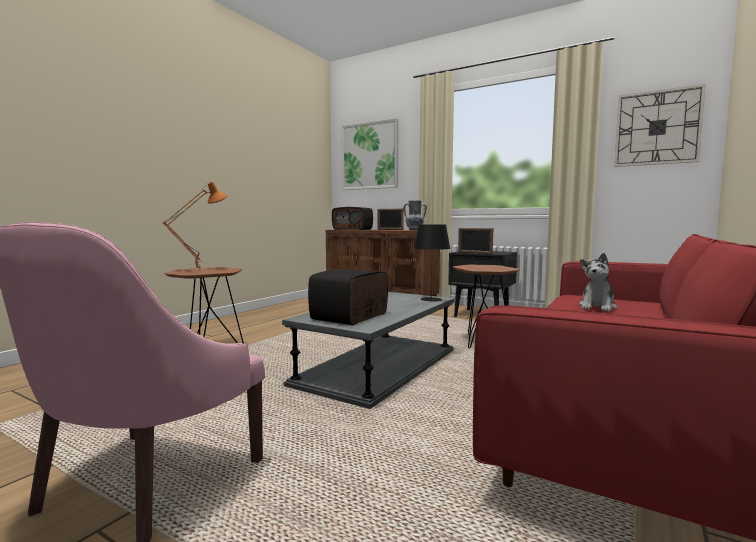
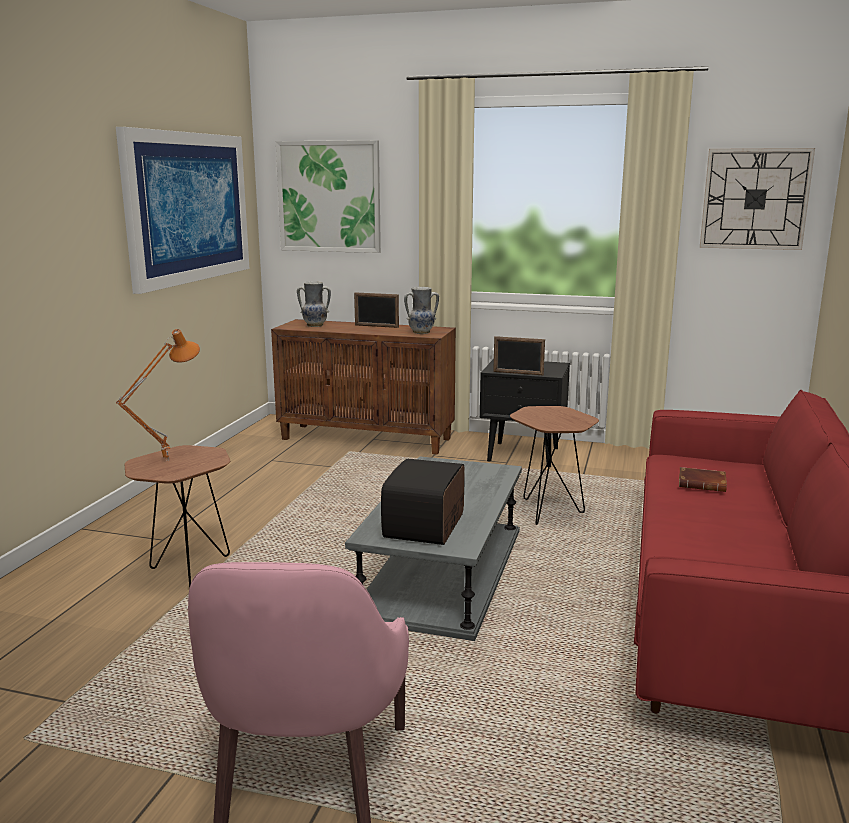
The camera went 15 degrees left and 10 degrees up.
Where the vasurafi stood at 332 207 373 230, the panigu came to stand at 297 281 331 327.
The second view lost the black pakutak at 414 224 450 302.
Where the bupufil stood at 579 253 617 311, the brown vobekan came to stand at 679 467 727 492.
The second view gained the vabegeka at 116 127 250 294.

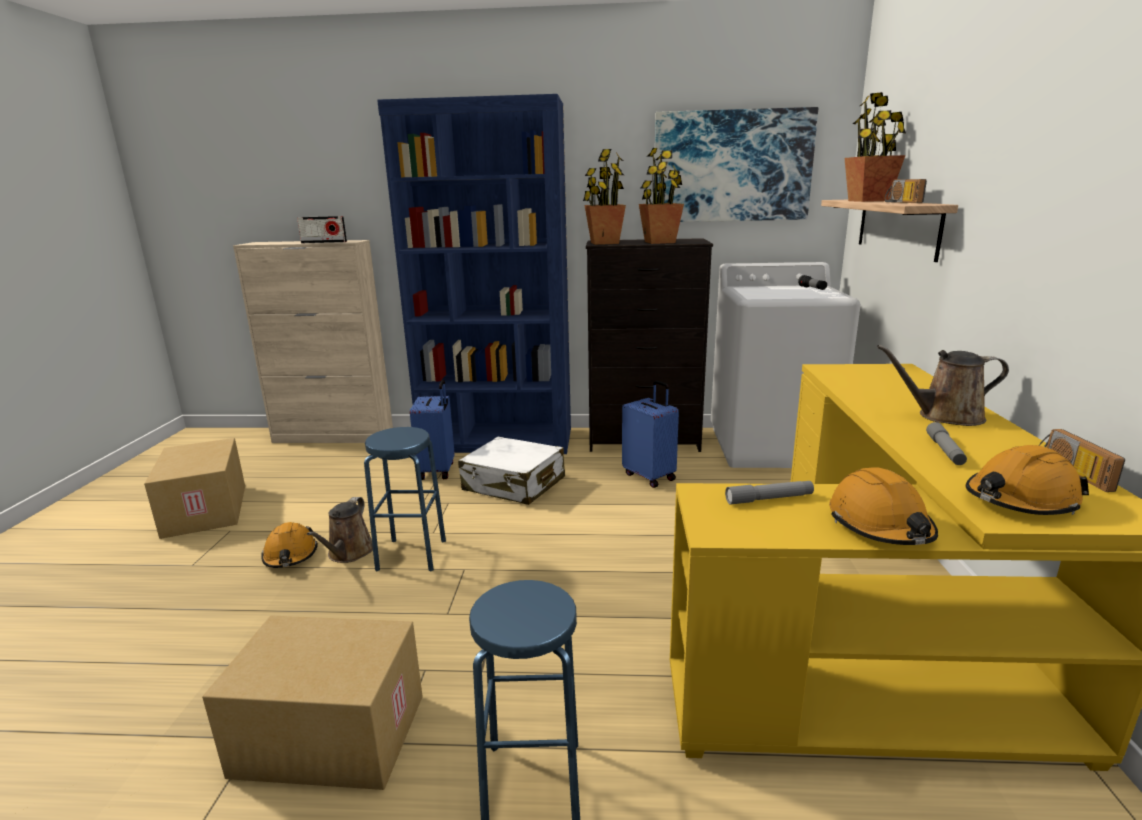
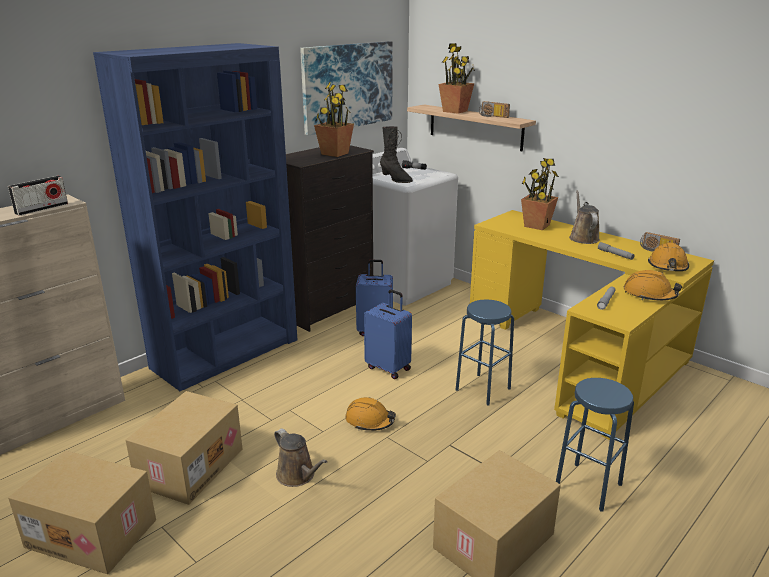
The camera went 50 degrees left and 5 degrees up.
The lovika ended up elsewhere, having gone from 583 149 626 245 to 521 158 559 230.
The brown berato at 877 345 1009 426 ended up facing another way, 135 degrees clockwise from before.
The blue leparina ended up elsewhere, having gone from 410 380 455 480 to 364 290 412 379.
The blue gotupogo ended up elsewhere, having gone from 364 427 446 572 to 455 300 514 405.
The second view lost the white leparina at 458 437 565 505.
The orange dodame ended up elsewhere, having gone from 261 522 318 568 to 345 397 396 431.
The second view gained the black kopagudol at 380 126 413 183.
The second view gained the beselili at 125 391 242 505.

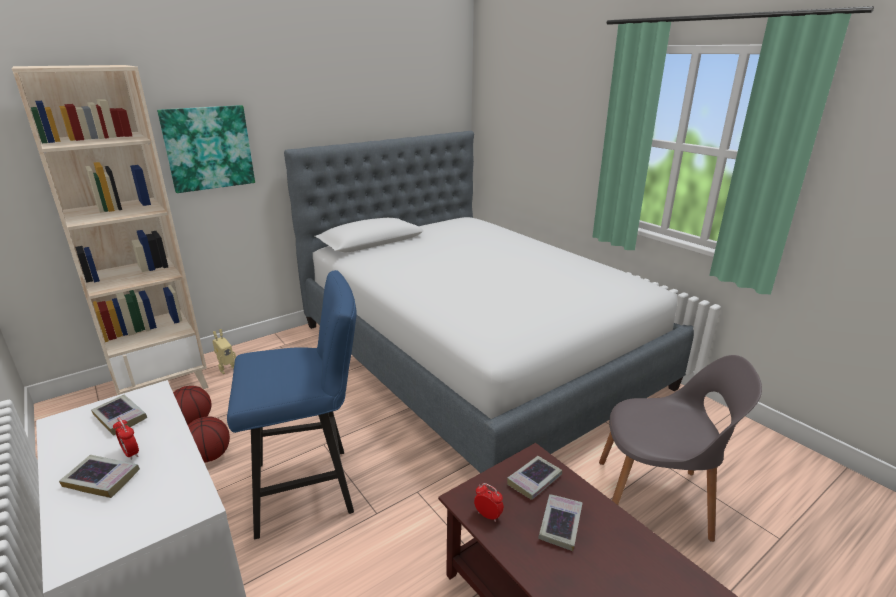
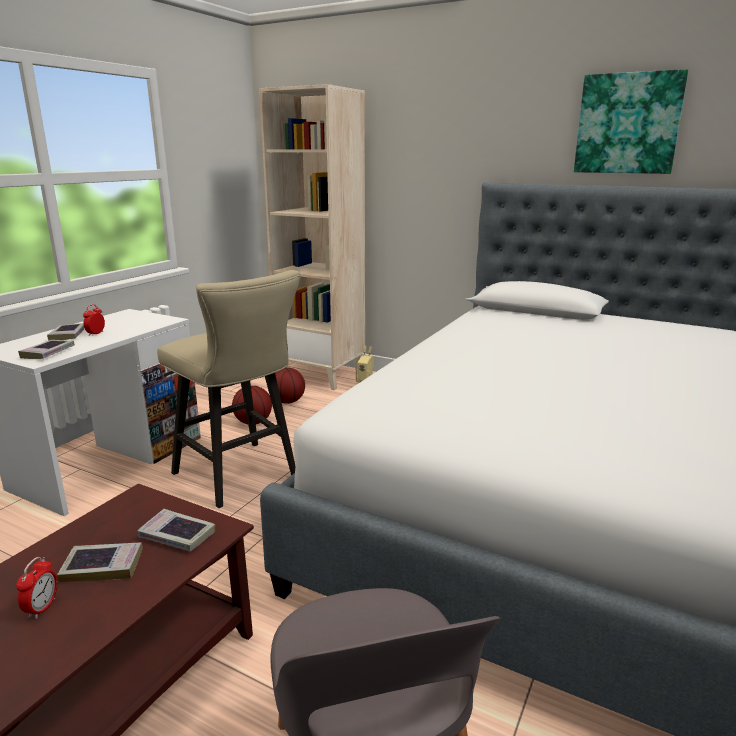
The camera went 65 degrees right and 5 degrees down.
The vabegeka ended up elsewhere, having gone from 157 105 255 193 to 574 69 688 174.
What was the blue gotupogo at 227 270 357 539 turned into the beige gotupogo at 157 270 301 508.
The vobekan ended up elsewhere, having gone from 91 395 147 436 to 18 340 75 359.
The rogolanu ended up elsewhere, having gone from 474 483 504 522 to 16 557 58 619.

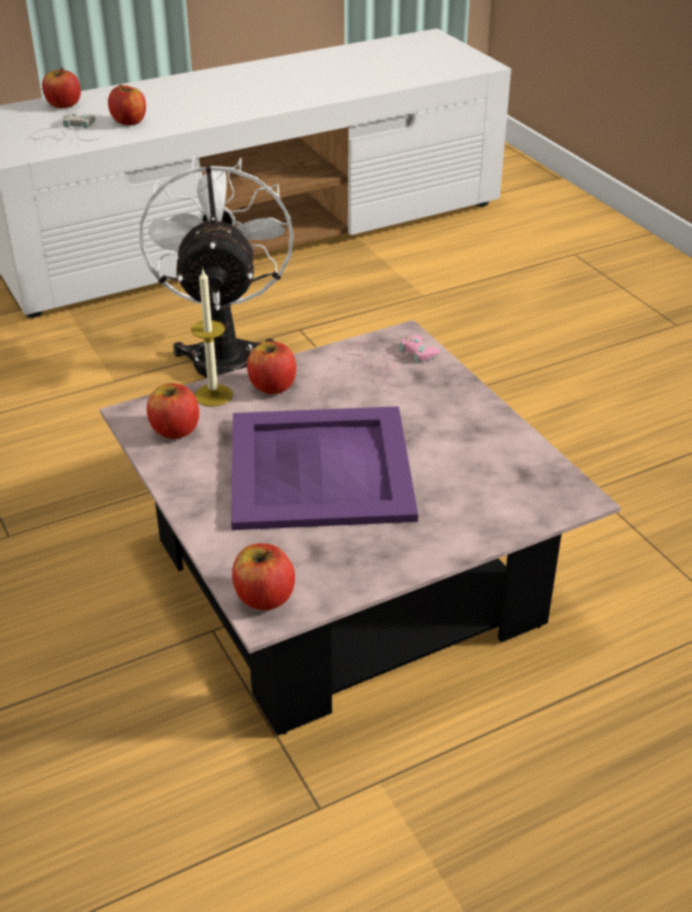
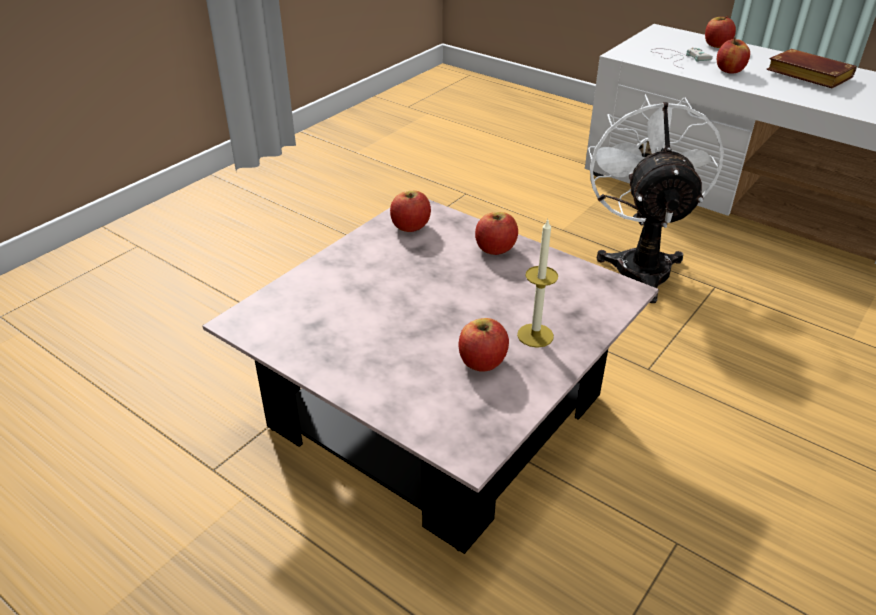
The camera went 65 degrees right and 0 degrees up.
The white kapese at 140 156 293 378 ended up facing another way, 60 degrees counterclockwise from before.
The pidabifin ended up elsewhere, having gone from 191 268 233 407 to 517 220 558 348.
The second view lost the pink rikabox at 344 335 440 387.
The second view lost the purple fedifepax at 231 406 418 530.
The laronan ended up elsewhere, having gone from 232 543 295 610 to 459 318 509 372.
The second view gained the brown vobekan at 766 49 857 88.

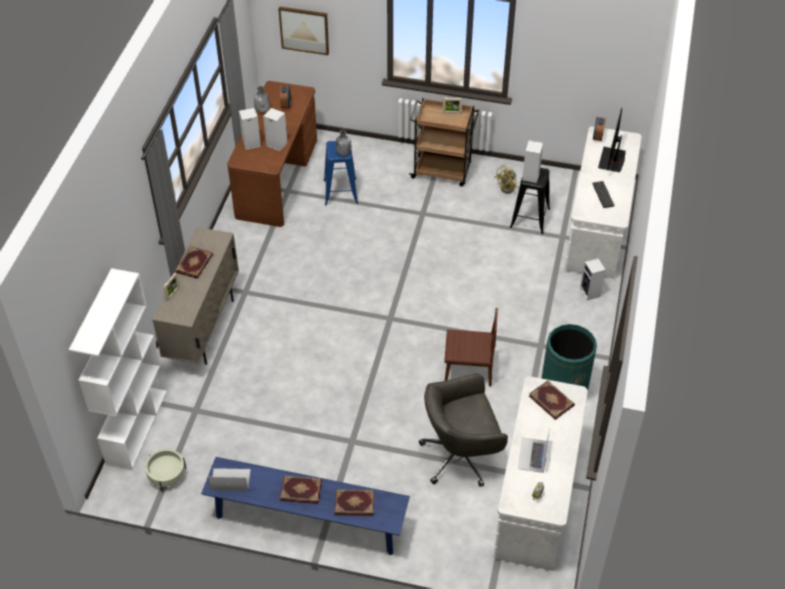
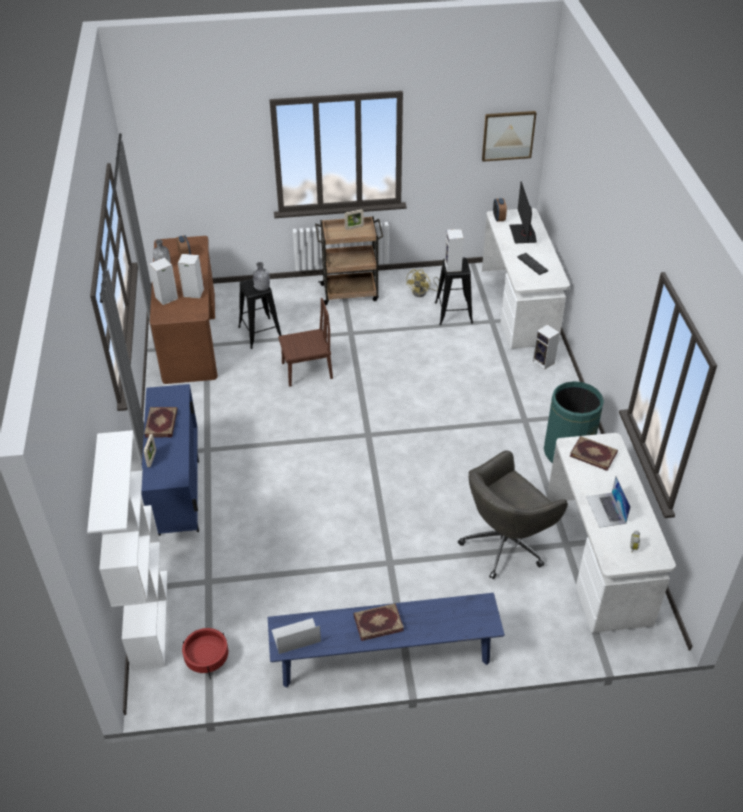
The camera went 20 degrees left and 5 degrees down.
The vabegeka ended up elsewhere, having gone from 278 6 329 55 to 482 111 536 162.
What was the blue gotupogo at 324 141 358 205 turned into the black gotupogo at 238 278 282 349.
What was the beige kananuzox at 152 227 239 365 turned into the blue kananuzox at 141 384 199 536.
The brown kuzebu ended up elsewhere, having gone from 444 308 498 387 to 278 298 333 387.
What was the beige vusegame at 145 449 186 492 turned into the red vusegame at 182 628 228 679.
The second view lost the vobekan at 334 489 374 516.

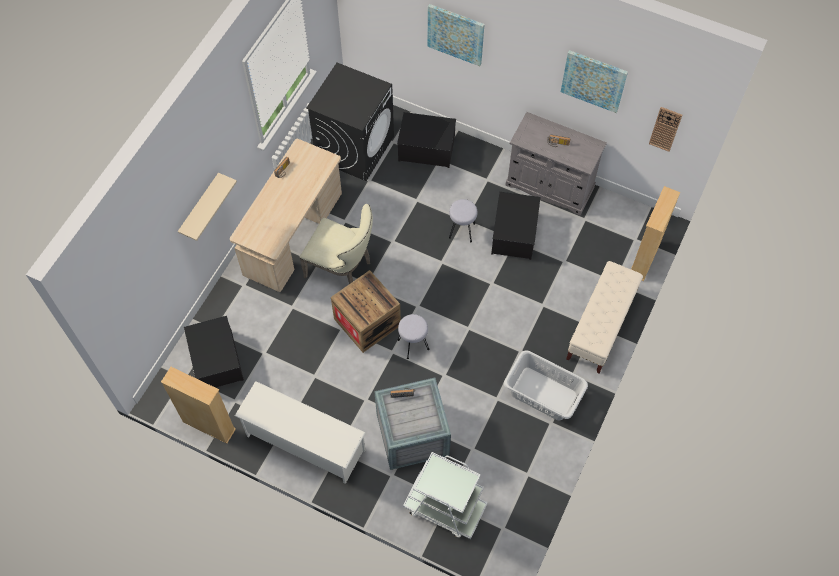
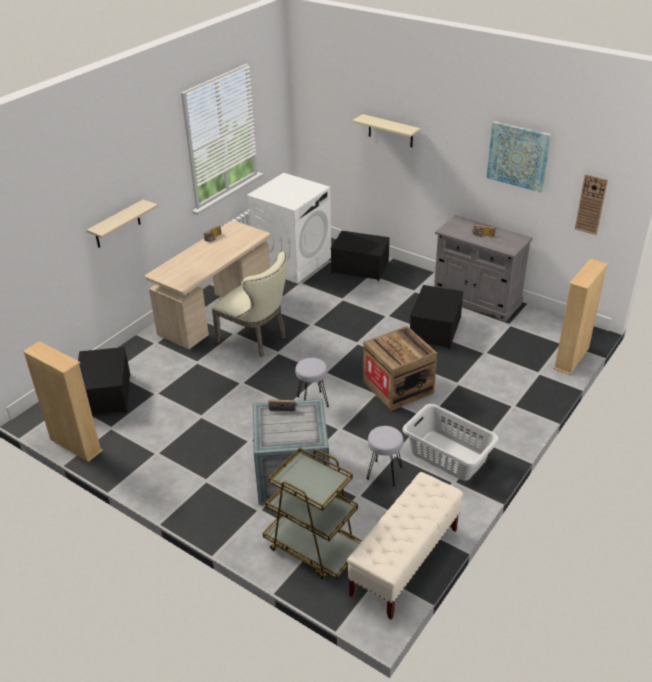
The camera went 10 degrees right and 25 degrees down.
Where the vabegeka hung at 427 4 485 66, the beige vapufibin came to hang at 352 114 420 147.
What was the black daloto at 306 63 394 181 turned into the white daloto at 247 173 331 284.
The grey gotupogo ended up elsewhere, having gone from 449 199 478 242 to 366 426 404 486.
The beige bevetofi ended up elsewhere, having gone from 566 261 643 374 to 347 472 463 620.
The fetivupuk ended up elsewhere, having gone from 331 270 401 353 to 363 326 437 411.
The second view lost the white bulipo at 235 381 366 484.
What was the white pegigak at 403 452 488 539 turned into the brown pegigak at 263 447 362 579.

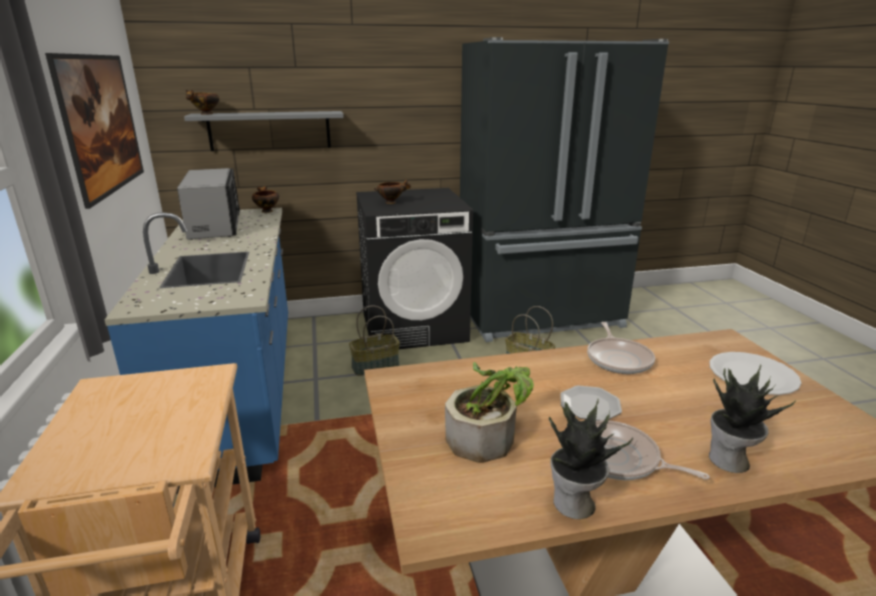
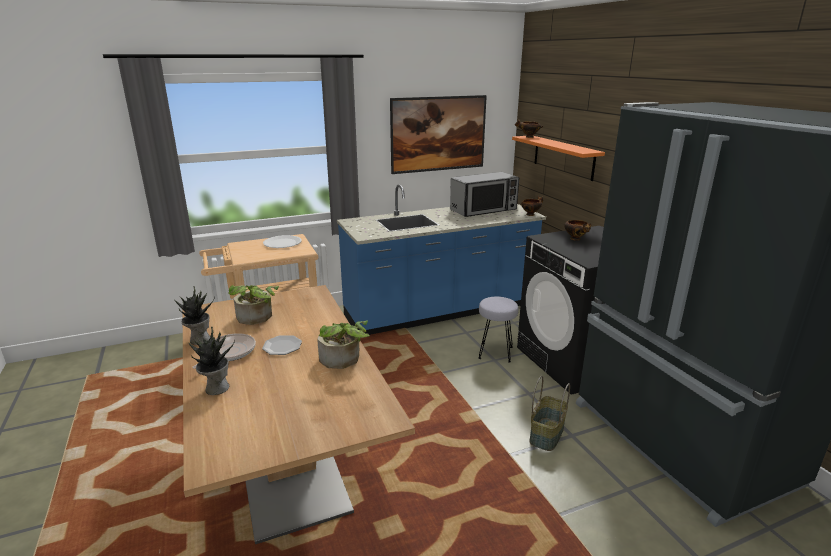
The camera went 80 degrees right and 0 degrees up.
What was the grey vapufibin at 184 111 344 151 turned into the orange vapufibin at 512 136 605 181.
Where the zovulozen stood at 349 305 400 376, the grey gotupogo came to stand at 478 297 518 363.
Where the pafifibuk stood at 587 322 655 374, the lovika came to stand at 317 320 370 369.
The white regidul ended up elsewhere, having gone from 710 352 801 395 to 263 235 302 248.

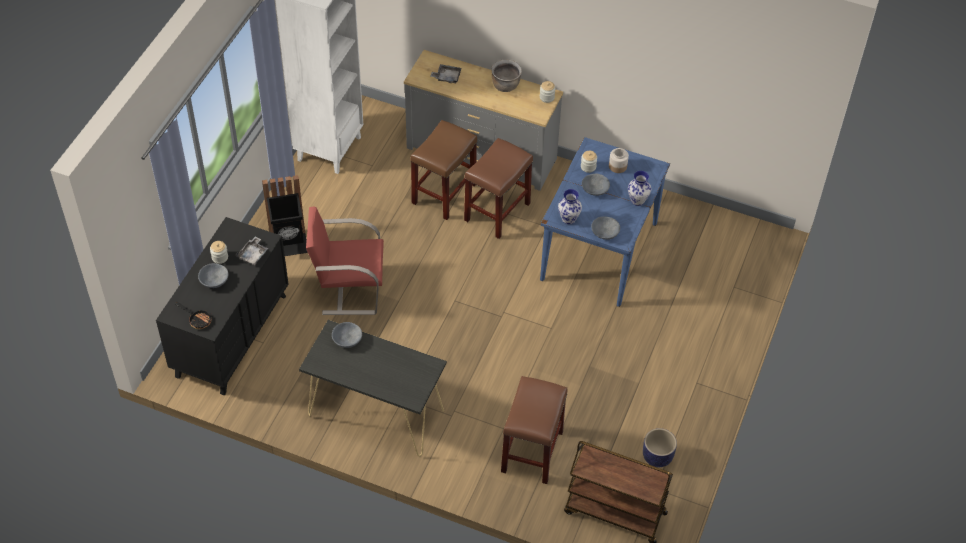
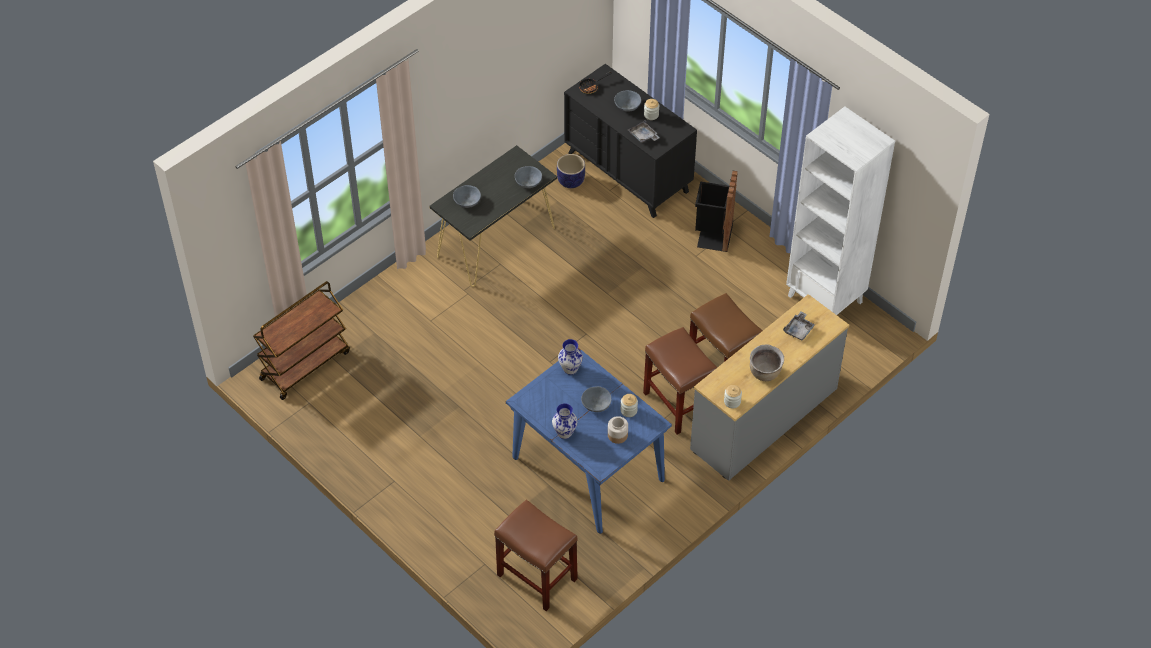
The camera went 115 degrees right and 0 degrees up.
The second view lost the red kuzebu at 306 206 384 315.
The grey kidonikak ended up elsewhere, having gone from 591 216 620 240 to 453 185 481 208.
The brown gotupogo ended up elsewhere, having gone from 501 376 568 484 to 494 499 578 611.
The vusegame ended up elsewhere, having gone from 643 428 677 467 to 557 154 585 188.

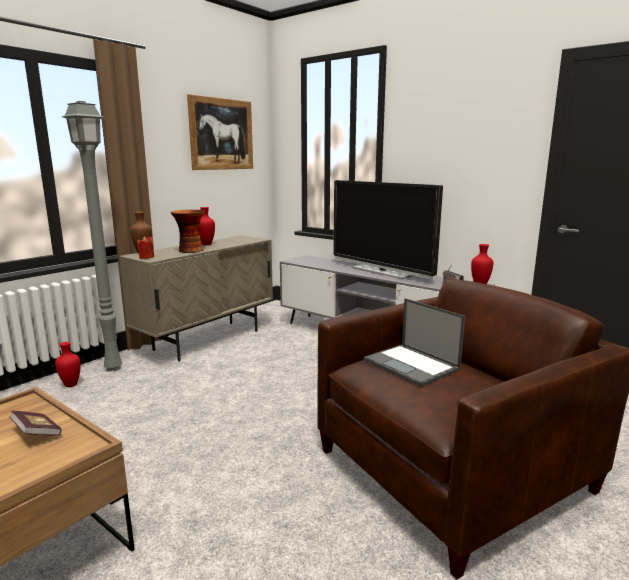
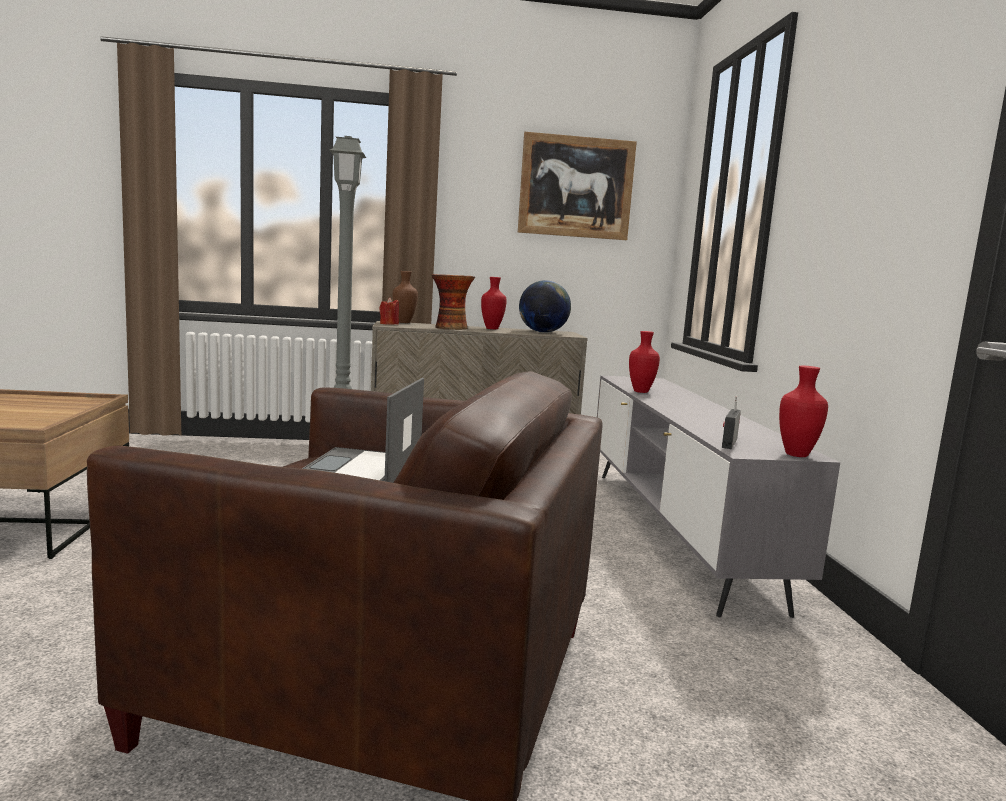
The camera went 45 degrees right and 5 degrees down.
The second view lost the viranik at 333 180 443 279.
The red panigu ended up elsewhere, having gone from 55 342 81 387 to 629 331 660 393.
The second view lost the vobekan at 9 410 62 436.
The second view gained the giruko at 519 280 571 333.

